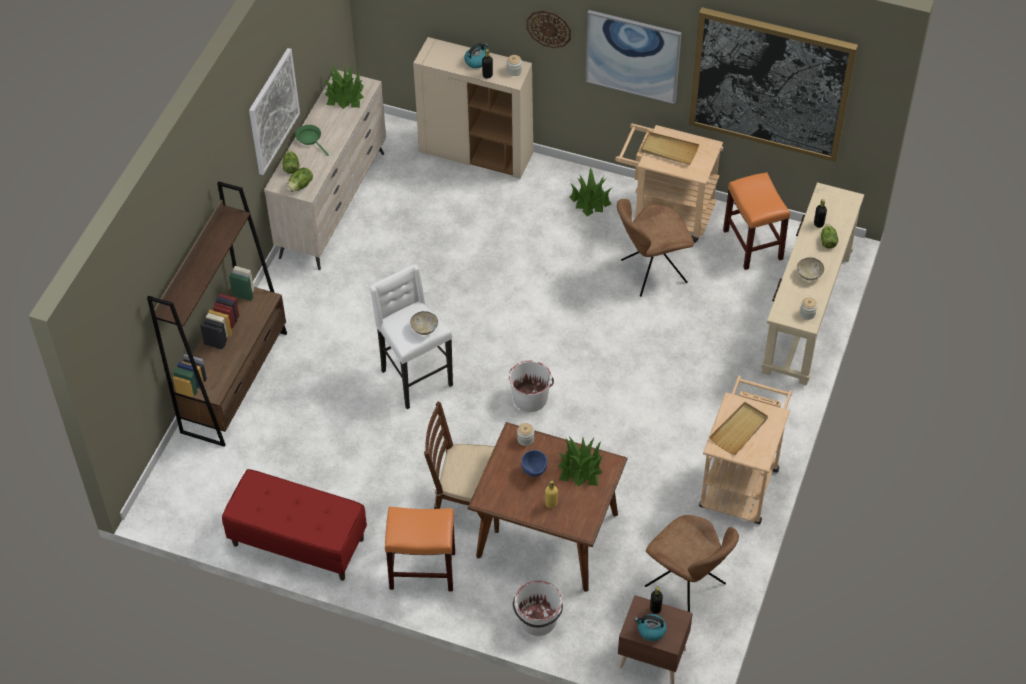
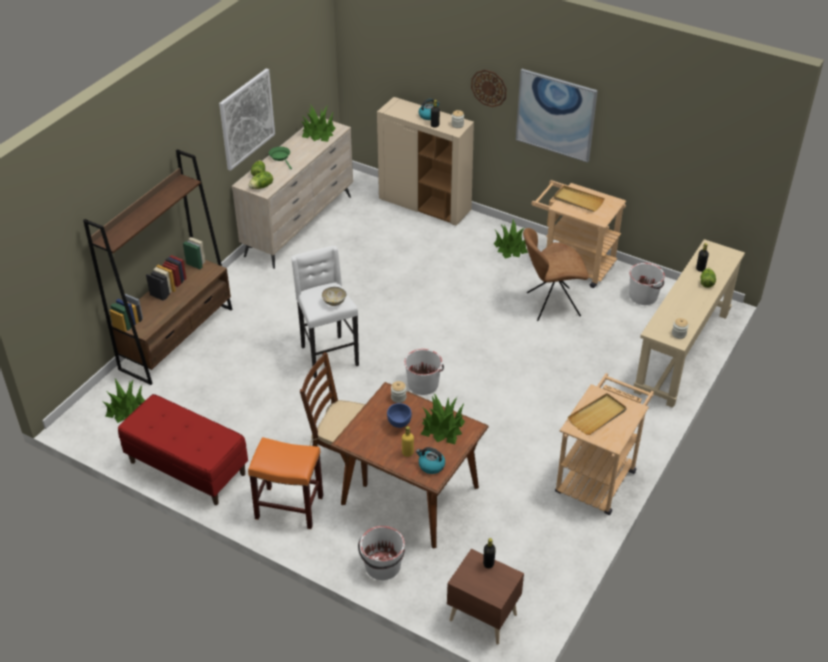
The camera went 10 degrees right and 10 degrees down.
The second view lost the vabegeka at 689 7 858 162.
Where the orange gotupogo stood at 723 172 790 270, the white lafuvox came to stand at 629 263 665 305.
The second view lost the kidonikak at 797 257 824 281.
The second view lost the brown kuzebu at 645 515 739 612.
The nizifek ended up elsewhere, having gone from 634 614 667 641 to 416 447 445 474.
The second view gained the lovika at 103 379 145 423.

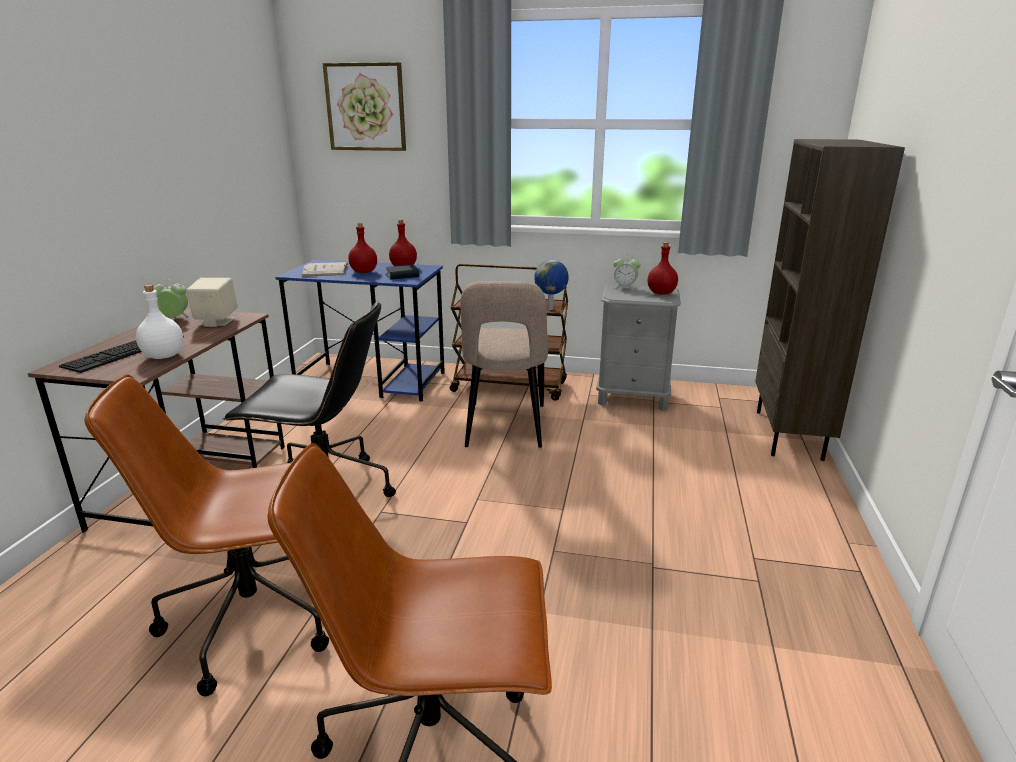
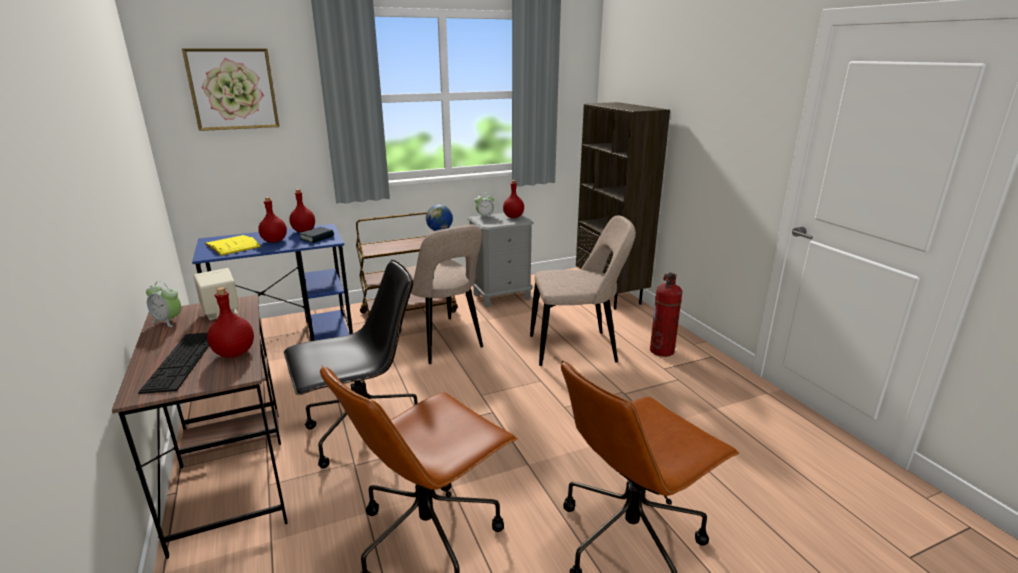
The camera went 35 degrees left and 0 degrees up.
What was the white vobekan at 302 262 348 277 turned into the yellow vobekan at 205 235 261 256.
The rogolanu at 153 279 192 318 ended up facing another way, 120 degrees counterclockwise from before.
What was the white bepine at 136 285 183 359 turned into the red bepine at 207 287 254 358.
The second view gained the beige kuzebu at 530 215 636 366.
The second view gained the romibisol at 650 273 682 357.

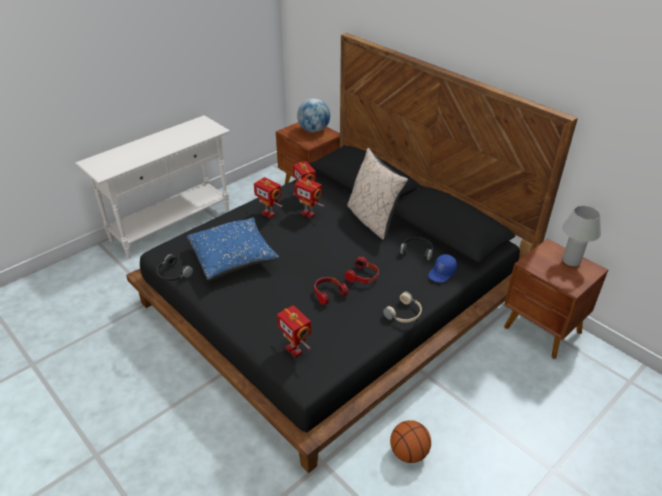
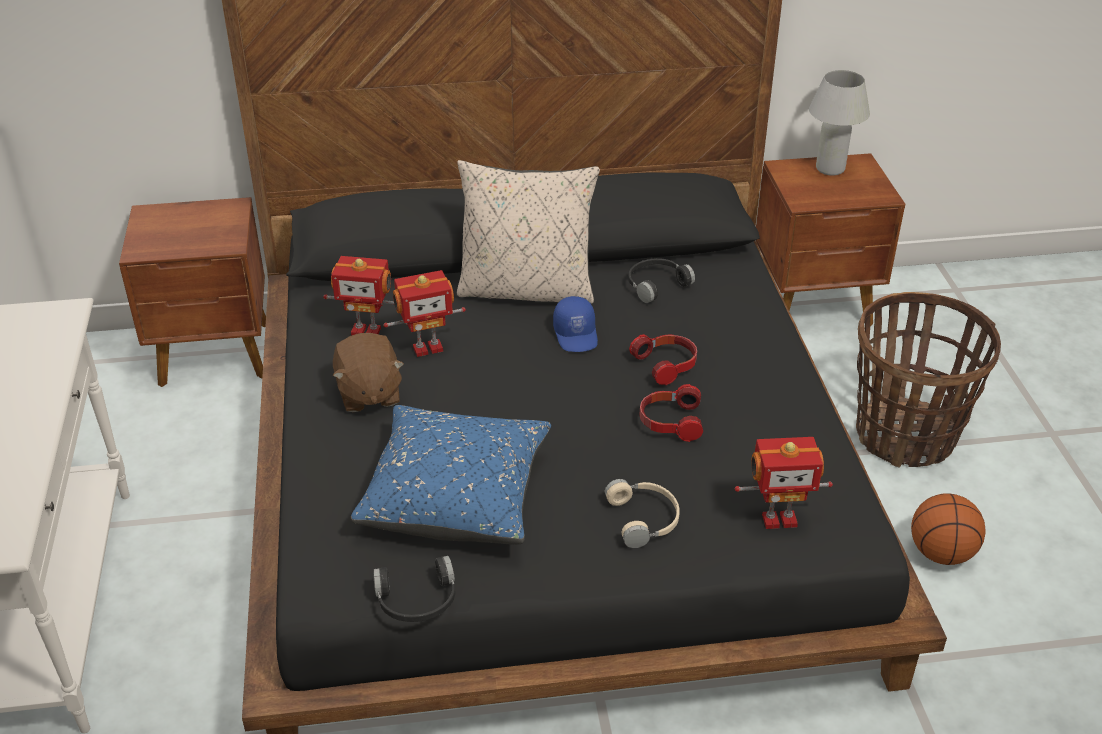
The camera went 55 degrees left and 0 degrees up.
The second view lost the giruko at 297 98 330 132.
Where the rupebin stood at 254 177 283 218, the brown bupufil came to stand at 333 333 404 412.
The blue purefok ended up elsewhere, having gone from 428 254 457 283 to 553 296 598 352.
The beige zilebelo ended up elsewhere, having gone from 383 292 422 323 to 605 479 680 548.
The second view gained the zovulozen at 856 292 1001 468.

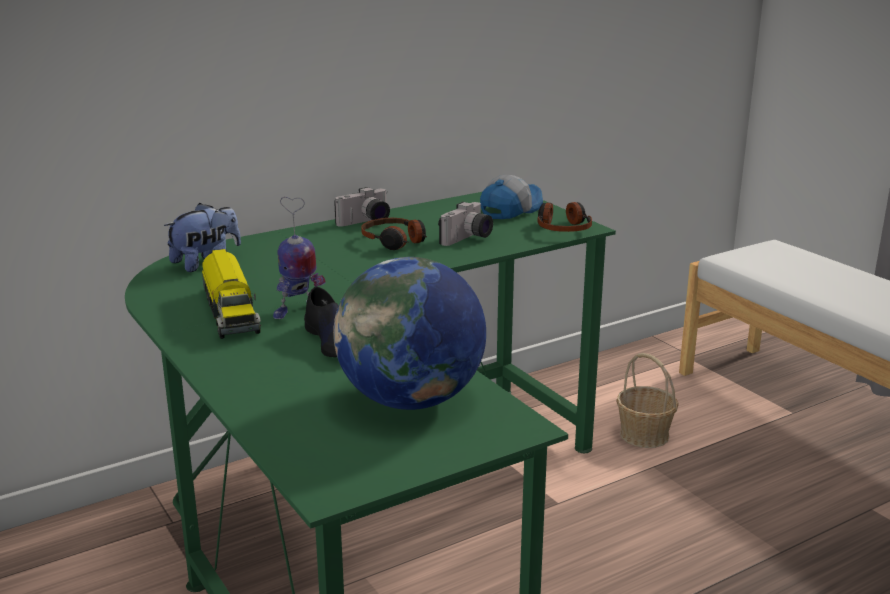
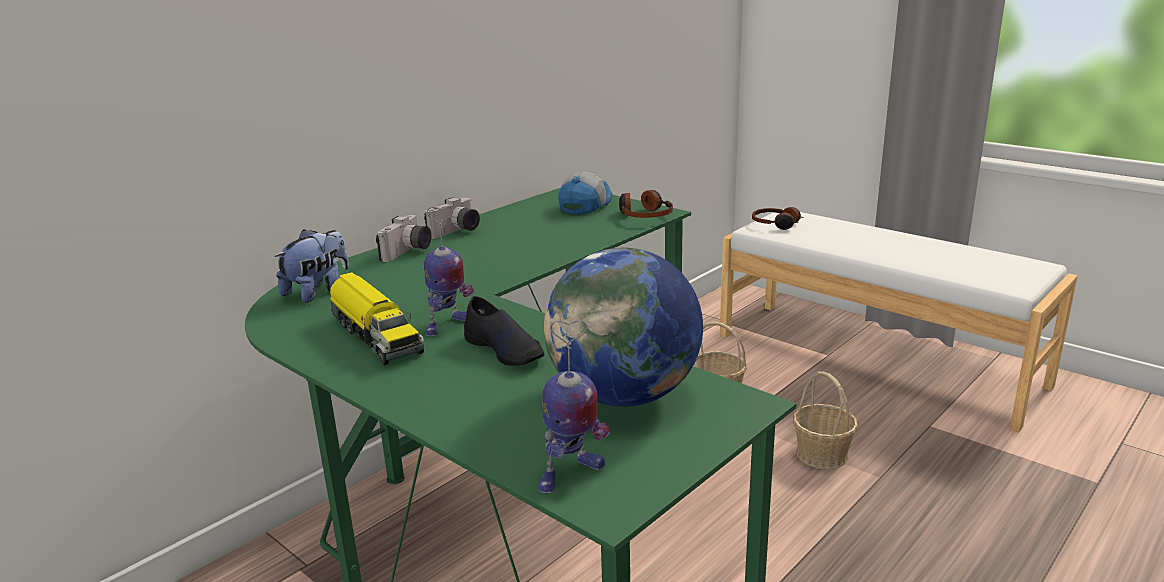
The camera went 15 degrees left and 0 degrees up.
The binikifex ended up elsewhere, having gone from 438 202 493 246 to 376 215 432 262.
The zilebelo ended up elsewhere, having gone from 361 218 427 250 to 752 207 804 230.
The second view gained the rupebin at 539 320 610 493.
The second view gained the zovulozen at 793 371 858 469.

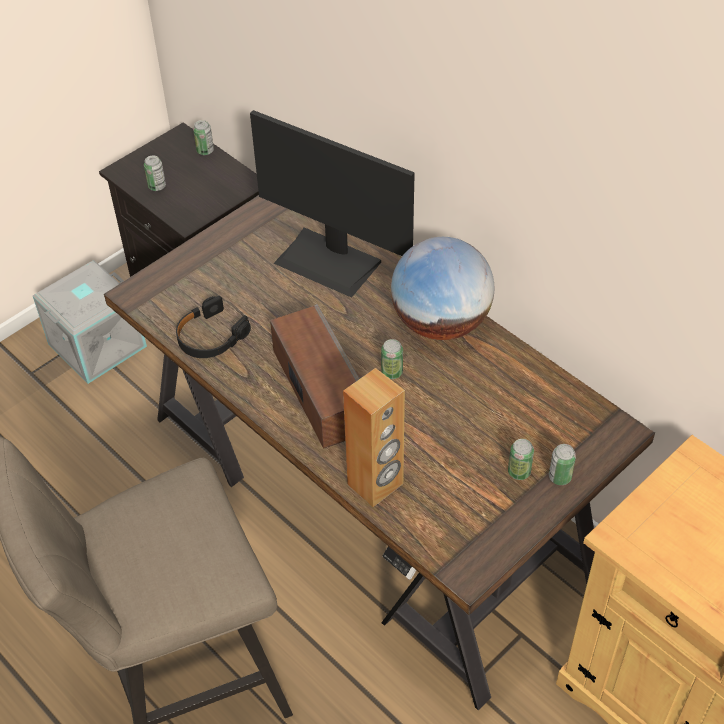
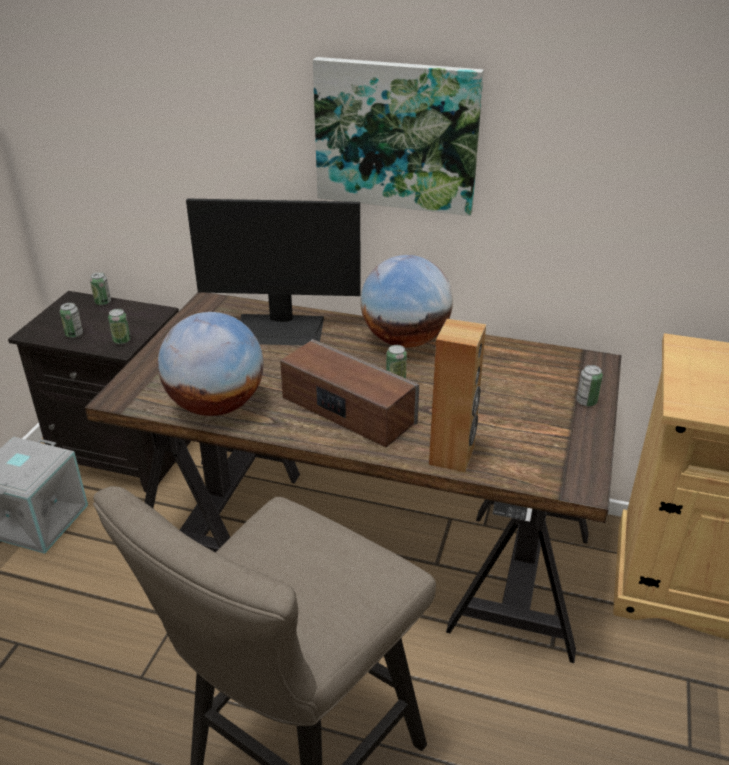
The camera went 30 degrees left and 15 degrees down.
Where the black zilebelo stood at 176 296 251 358, the giruko came to stand at 158 312 264 416.
The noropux ended up elsewhere, having gone from 508 439 534 480 to 108 309 131 344.
The second view gained the vabegeka at 313 57 484 216.

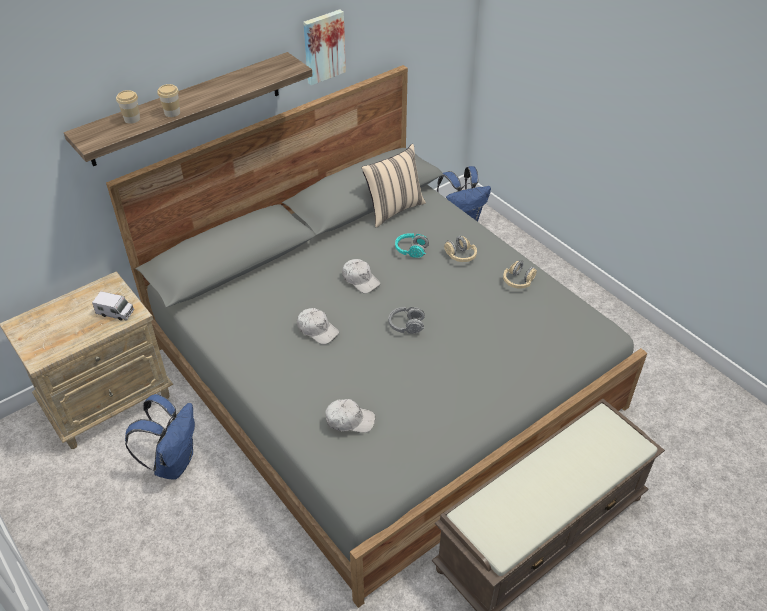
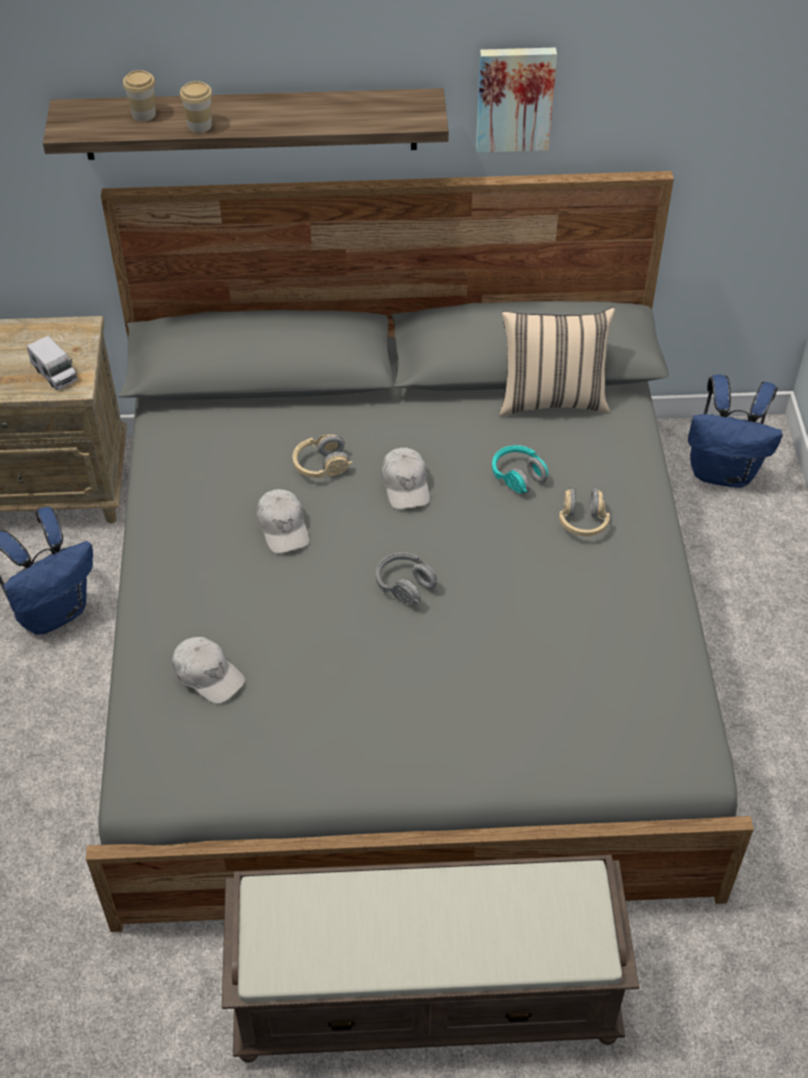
The camera went 35 degrees right and 5 degrees up.
The beige zilebelo ended up elsewhere, having gone from 503 260 537 289 to 293 434 352 478.

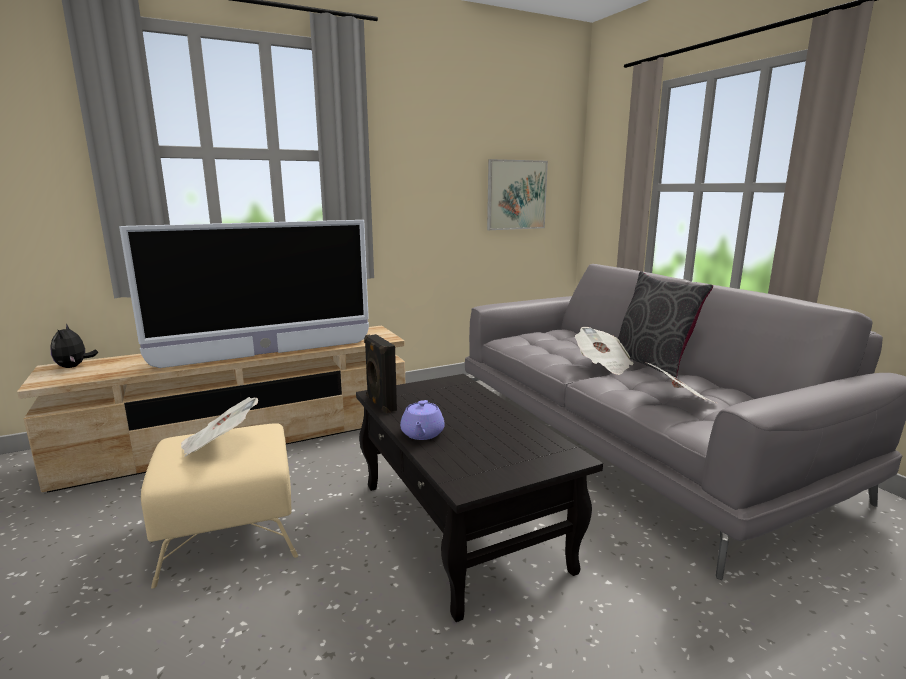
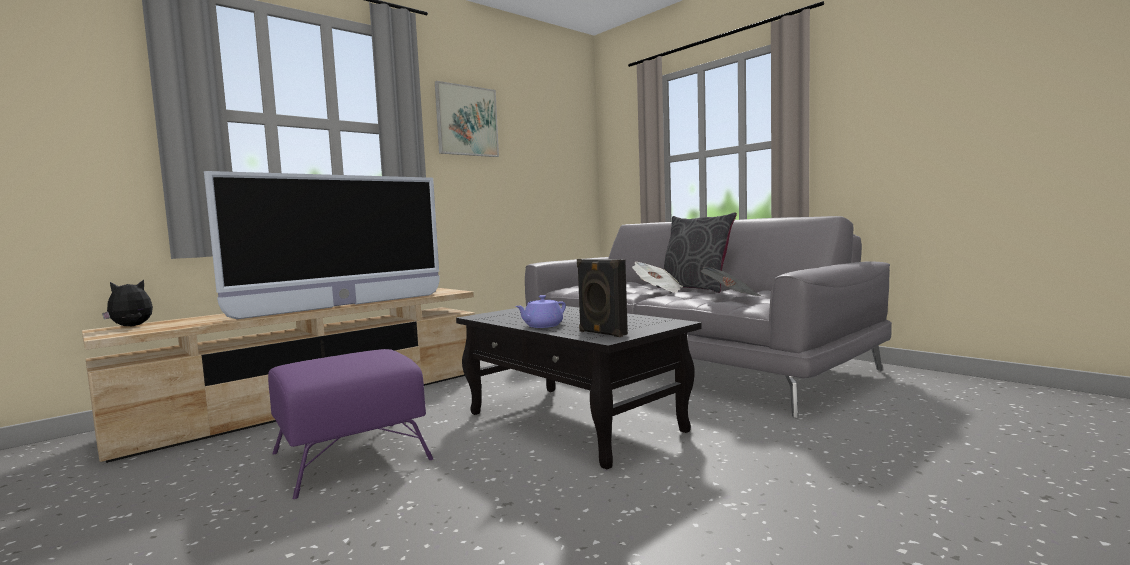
The camera went 15 degrees left and 10 degrees down.
The vabegeka ended up elsewhere, having gone from 487 159 548 230 to 435 81 499 157.
The bupufil at 50 324 98 368 ended up facing another way, 90 degrees clockwise from before.
The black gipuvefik ended up elsewhere, having gone from 364 334 397 414 to 577 259 628 337.
The second view lost the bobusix at 181 397 258 457.
The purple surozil at 400 400 445 440 ended up facing another way, 60 degrees clockwise from before.
What was the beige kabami at 141 423 298 589 turned into the purple kabami at 268 349 433 499.

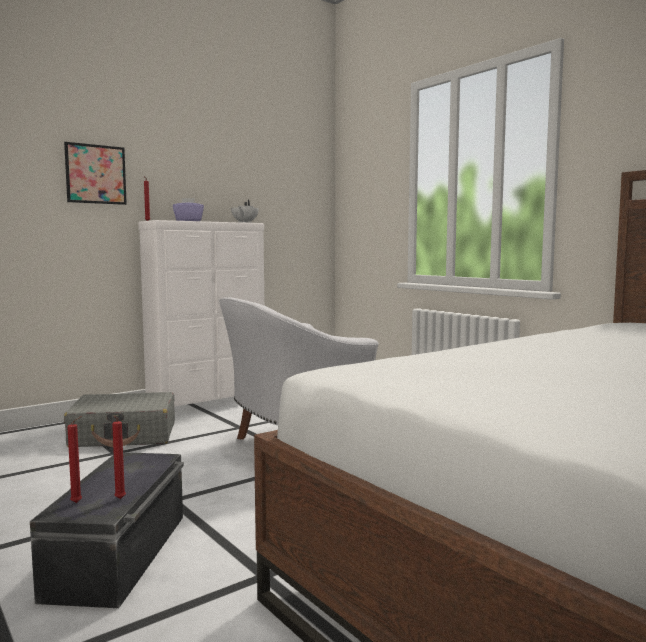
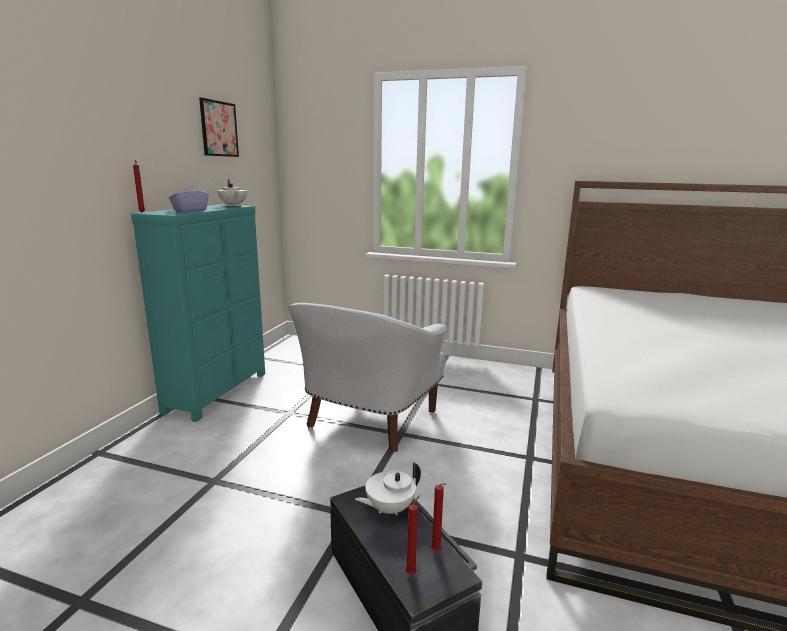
The camera went 35 degrees left and 10 degrees up.
The vabegeka ended up elsewhere, having gone from 64 142 127 205 to 199 98 239 157.
What was the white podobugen at 138 220 264 407 turned into the turquoise podobugen at 131 204 265 422.
The second view lost the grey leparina at 64 392 175 447.
The second view gained the white surozil at 355 462 421 516.

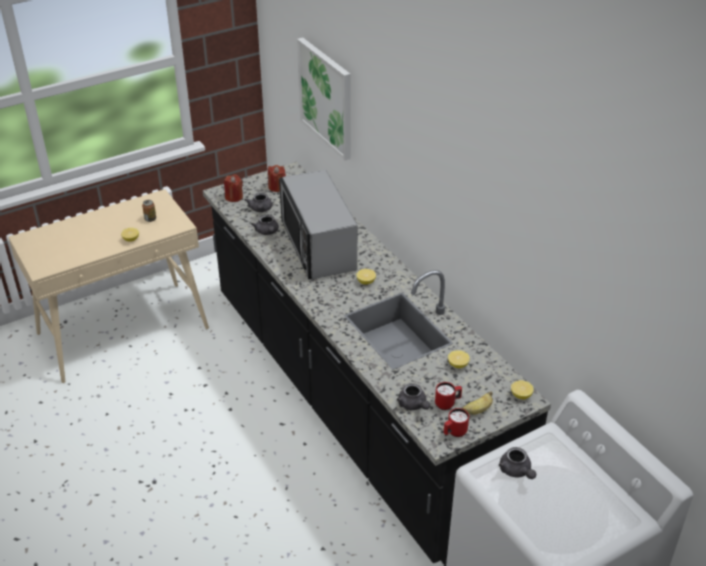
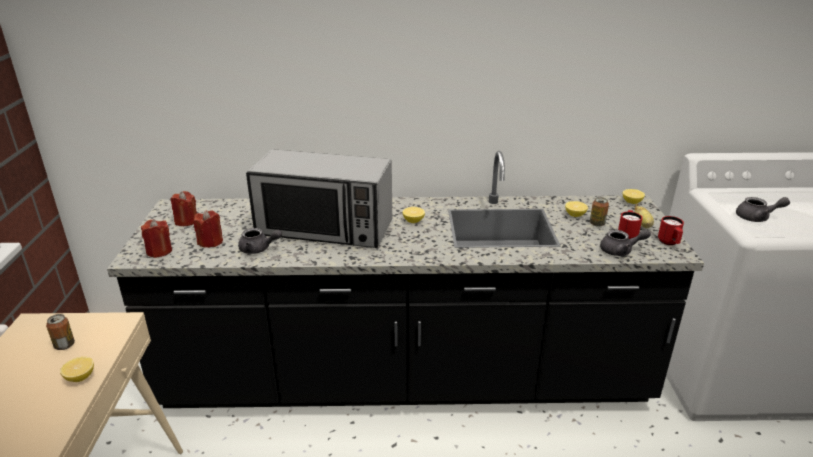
The camera went 60 degrees left and 10 degrees down.
The second view lost the vabegeka at 297 38 351 160.
Where the grey surozil stood at 245 193 272 212, the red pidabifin came to stand at 193 210 223 248.
The second view gained the noropux at 590 197 609 227.

